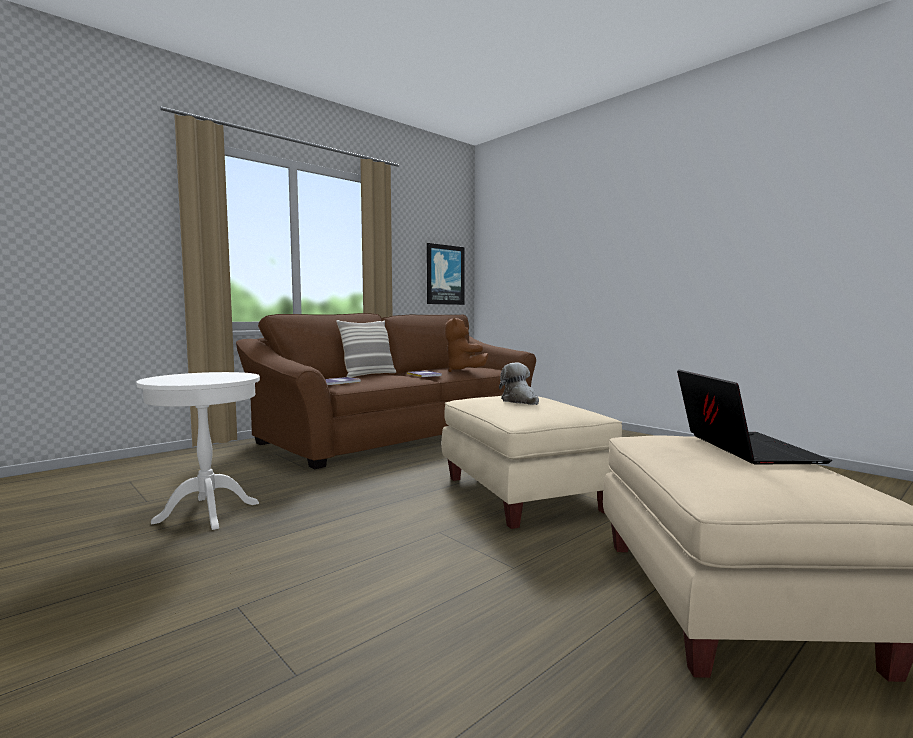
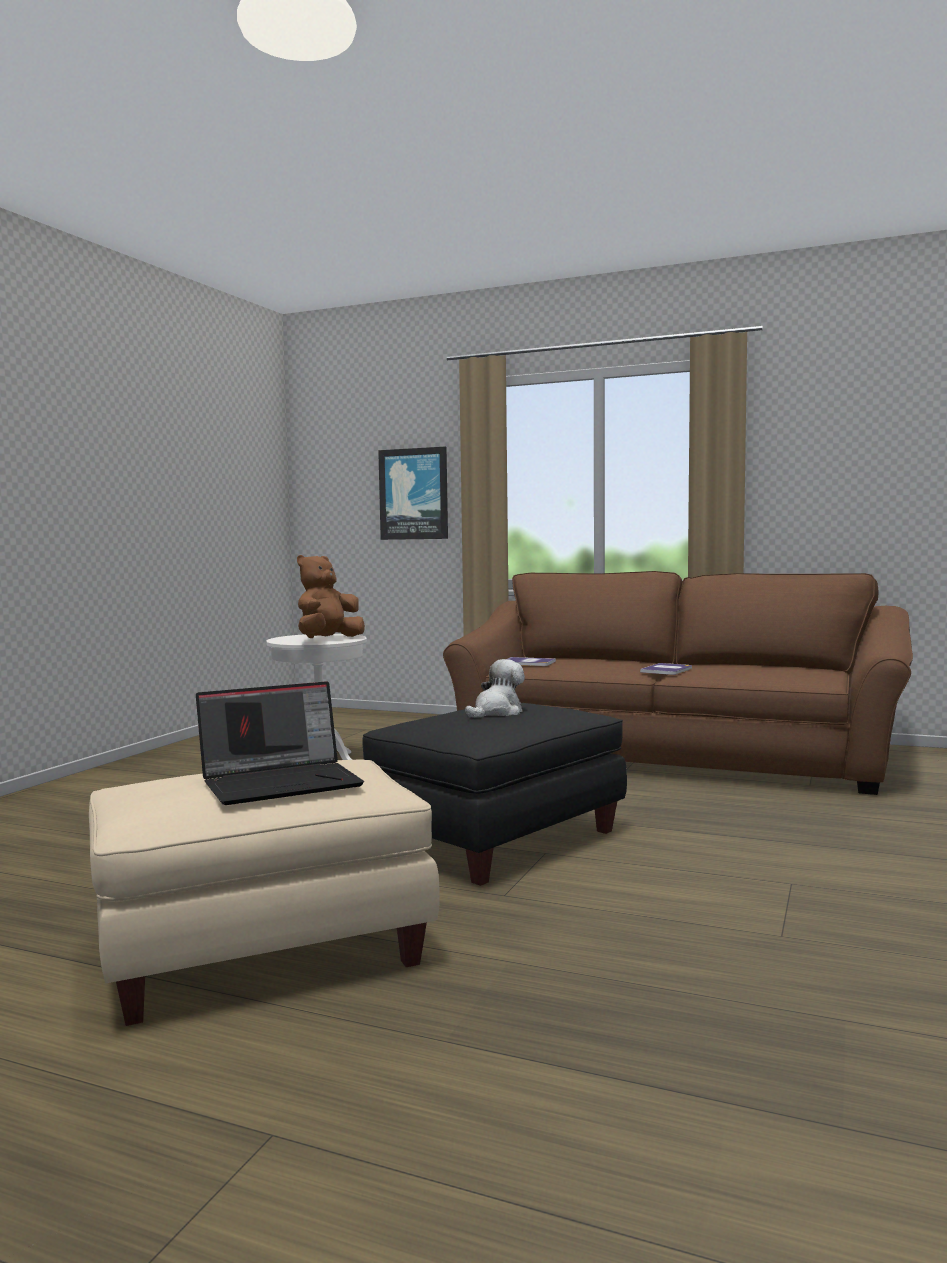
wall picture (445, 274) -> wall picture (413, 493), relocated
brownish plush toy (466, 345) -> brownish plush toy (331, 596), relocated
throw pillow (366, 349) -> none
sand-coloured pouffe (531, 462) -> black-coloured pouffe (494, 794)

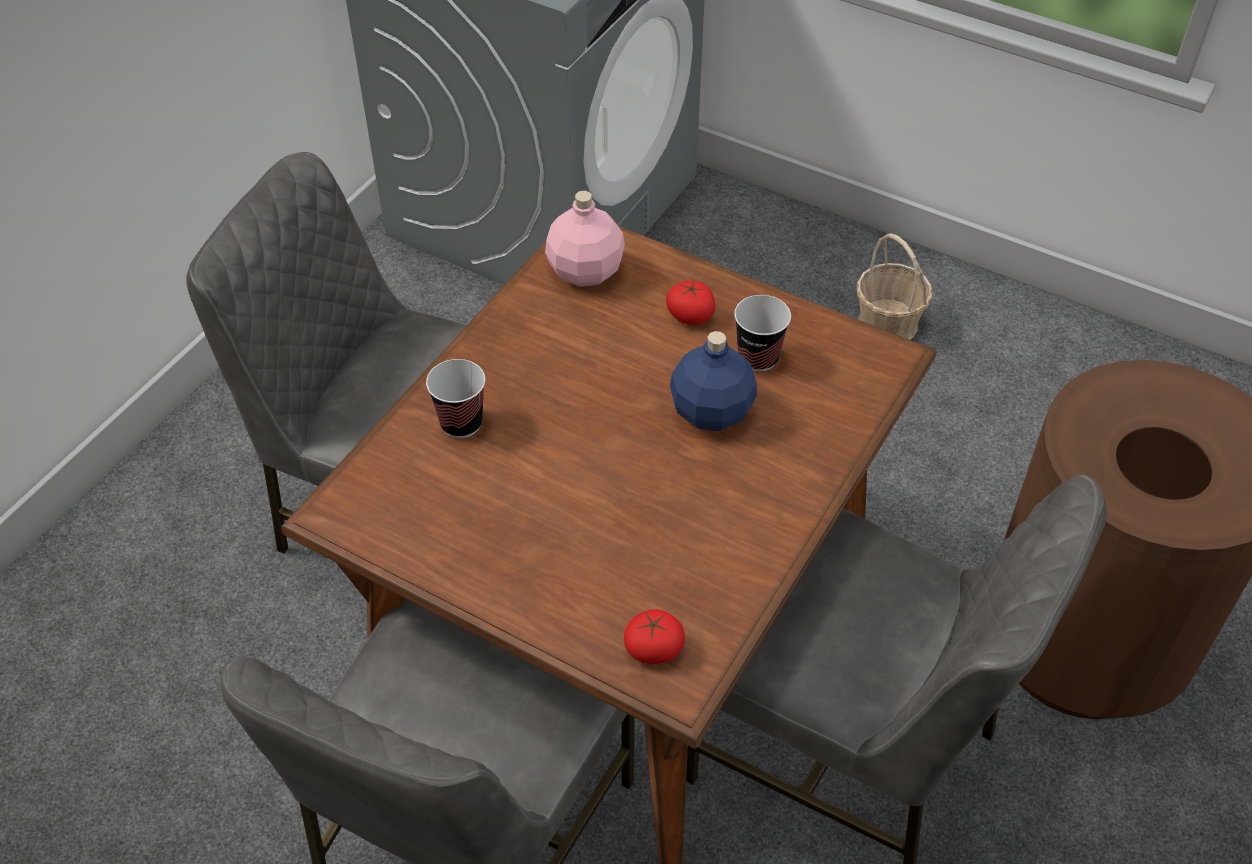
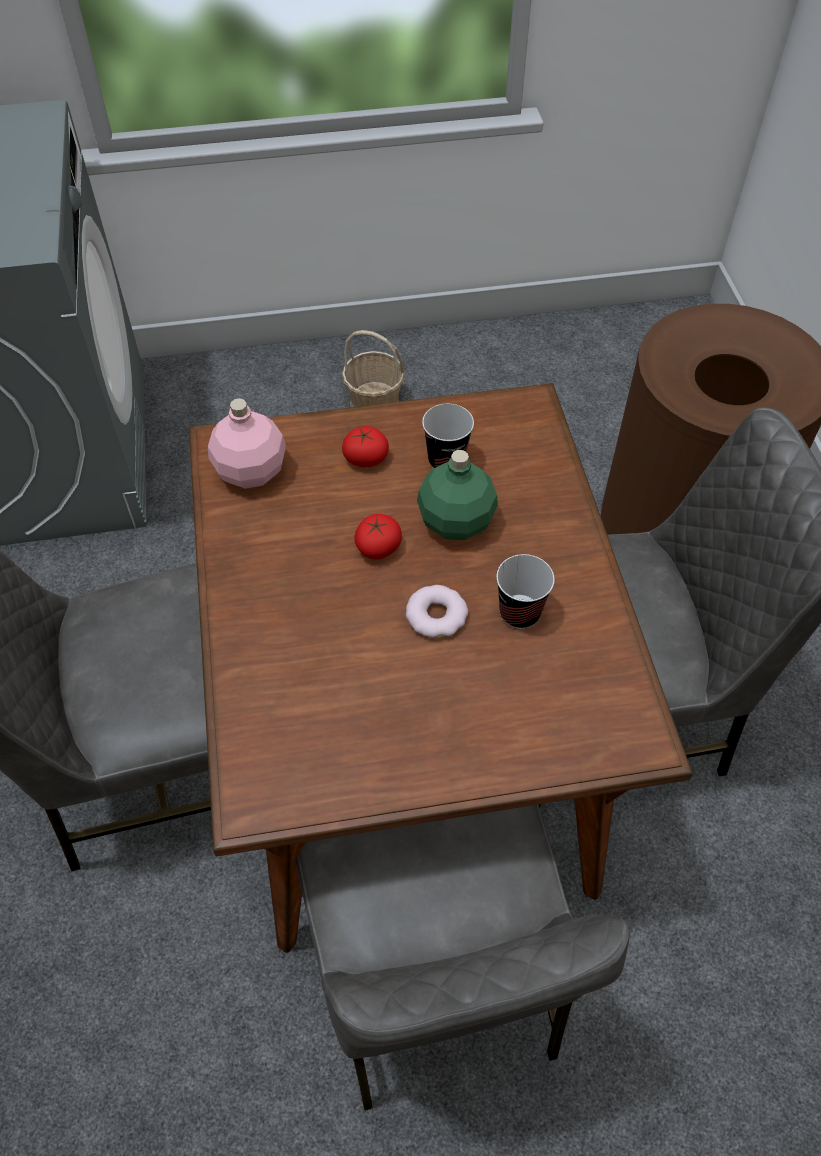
blue-coloured beverage bottle (713, 381) -> greenish beverage bottle (457, 495)
small cup (455, 398) -> small cup (525, 591), relocated
fresh tomato (654, 636) -> fresh tomato (378, 536), relocated
none -> doughnut (437, 611)

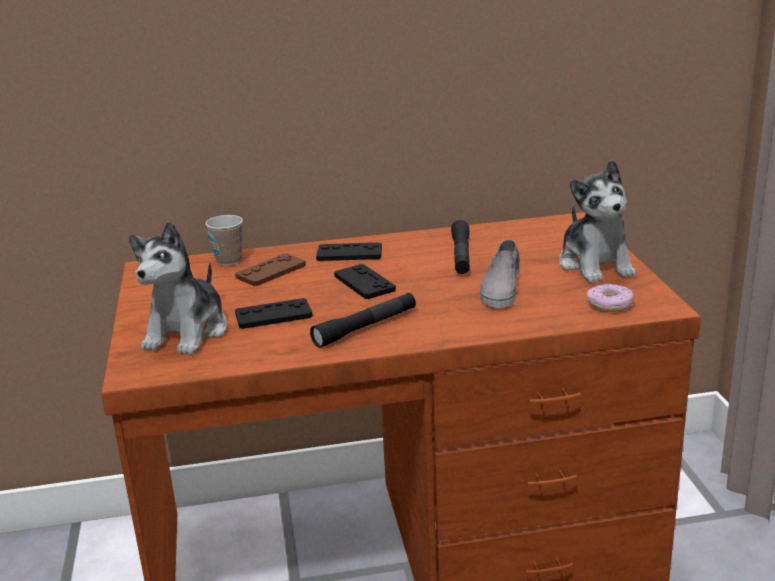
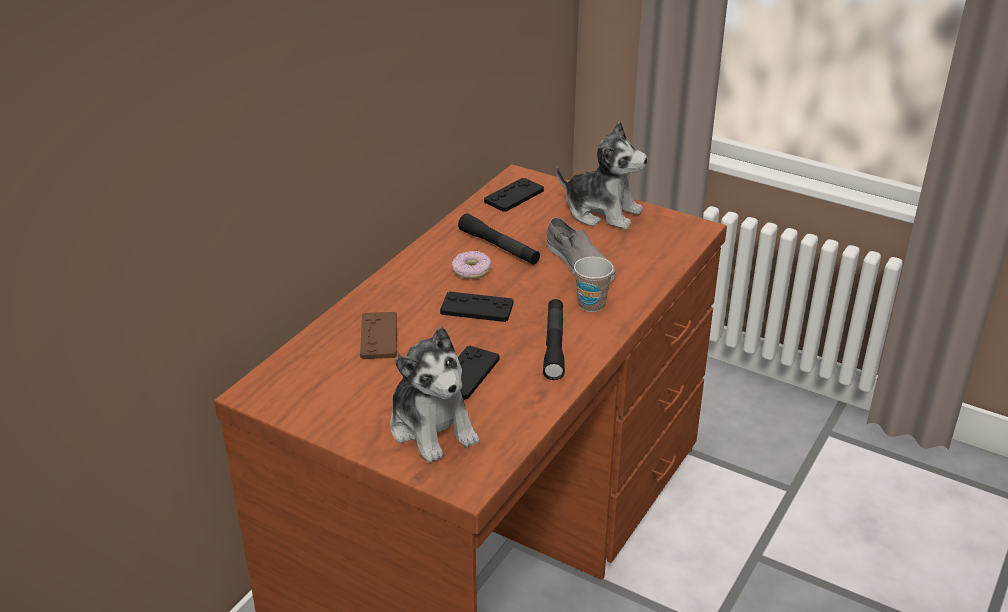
small cup (224, 240) -> small cup (594, 284), relocated
black-coloured gamepad (349, 251) -> black-coloured gamepad (514, 195), relocated
doughnut (610, 298) -> doughnut (471, 265), relocated

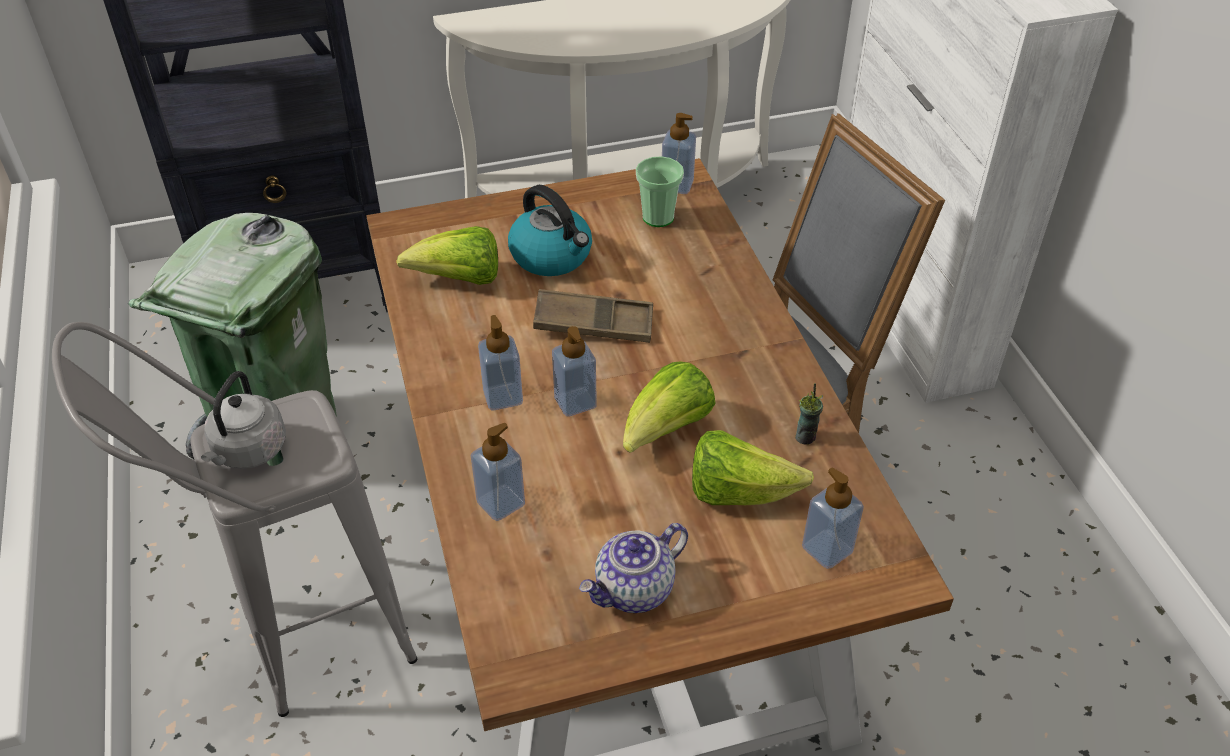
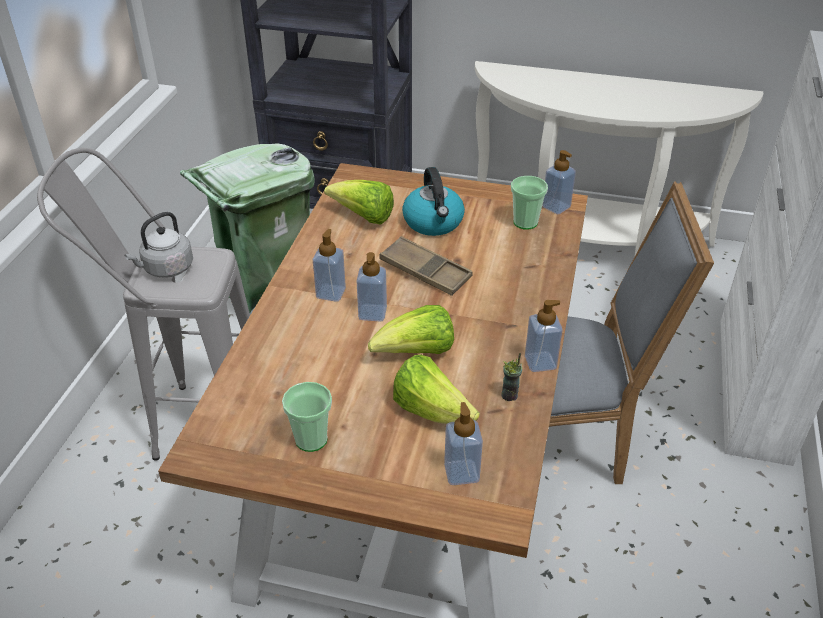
liquid soap bottle (498, 472) -> liquid soap bottle (544, 336), relocated
tea pot (633, 568) -> small cup (307, 417)

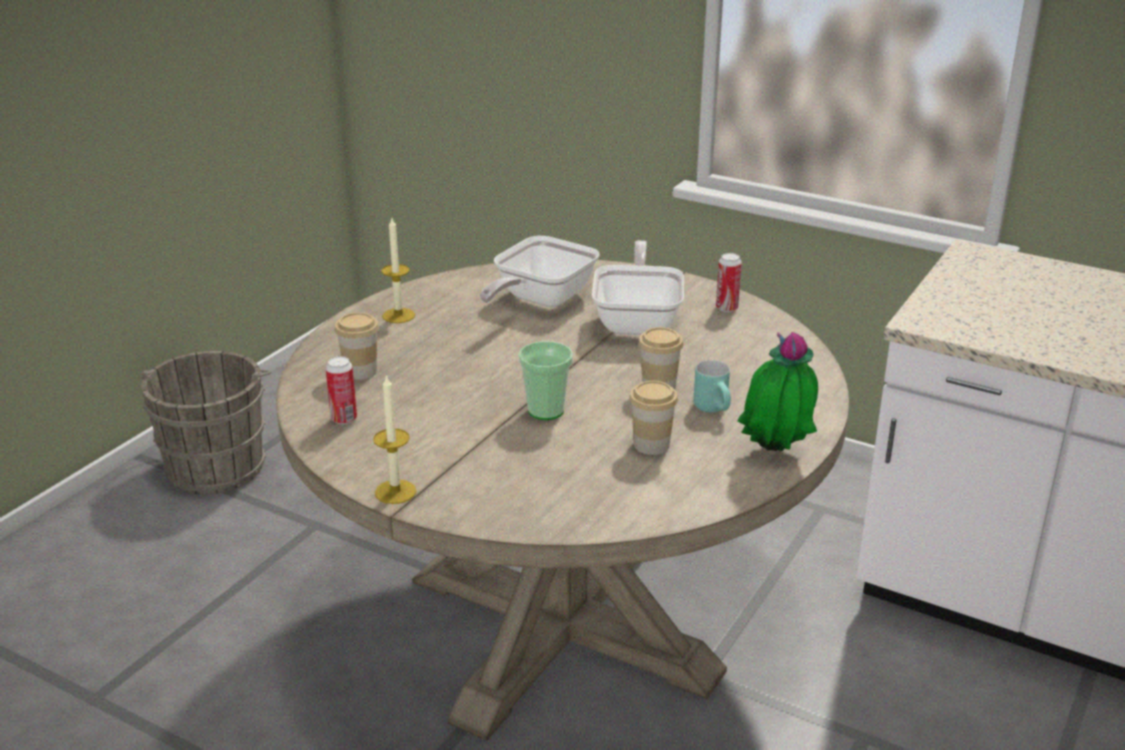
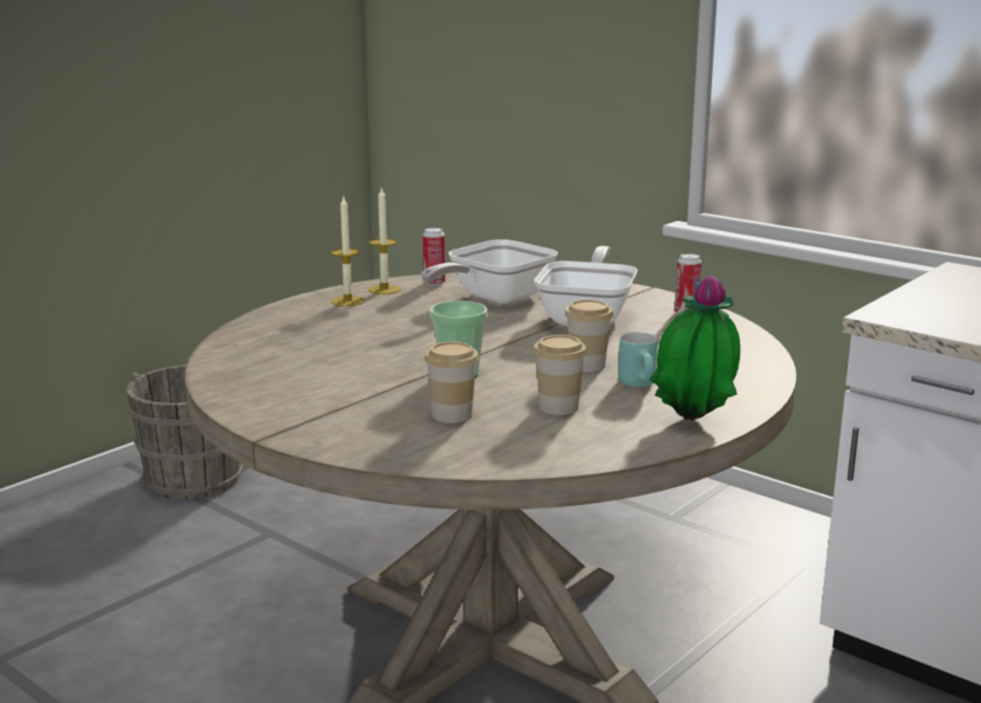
small cup (357, 346) -> small cup (452, 382), relocated
can (341, 390) -> can (434, 257), relocated
candle (394, 439) -> candle (385, 240), relocated

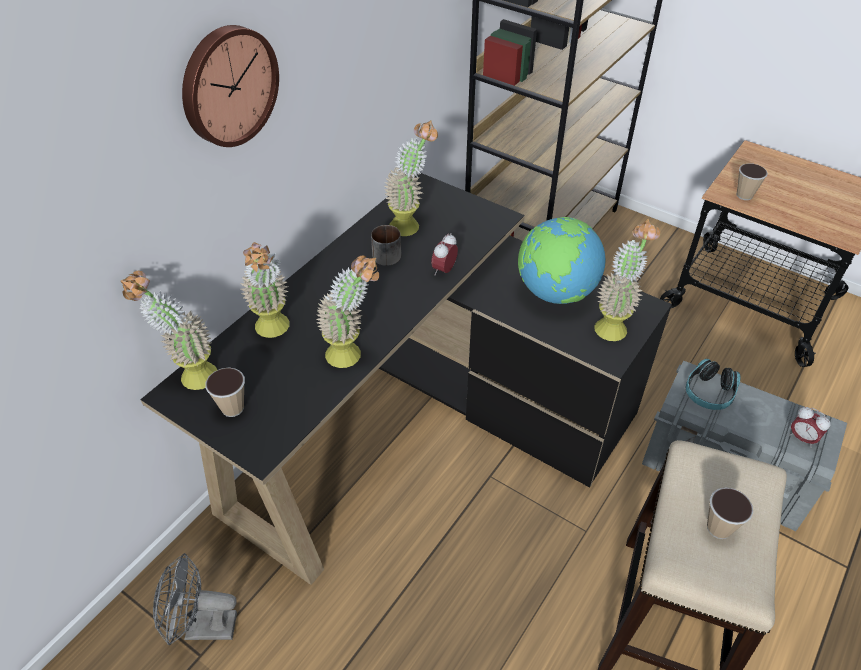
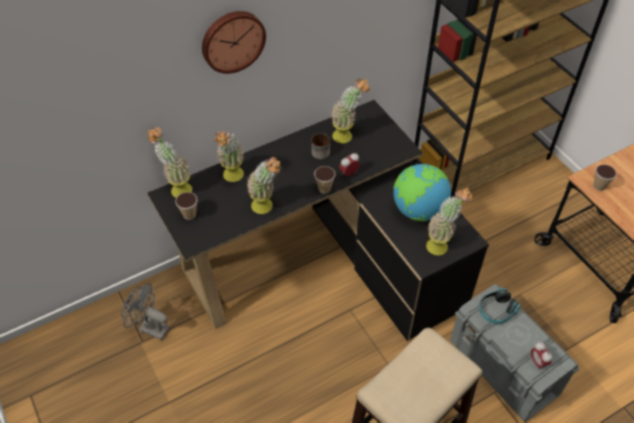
small cup (730, 513) -> small cup (325, 180), relocated

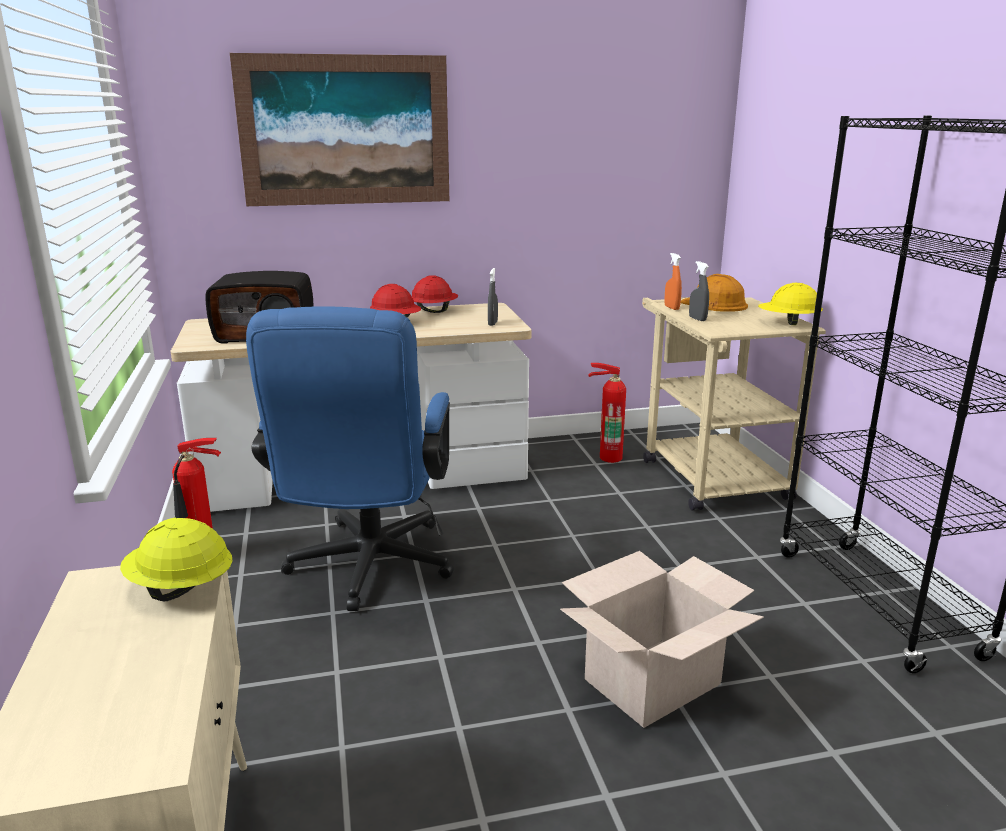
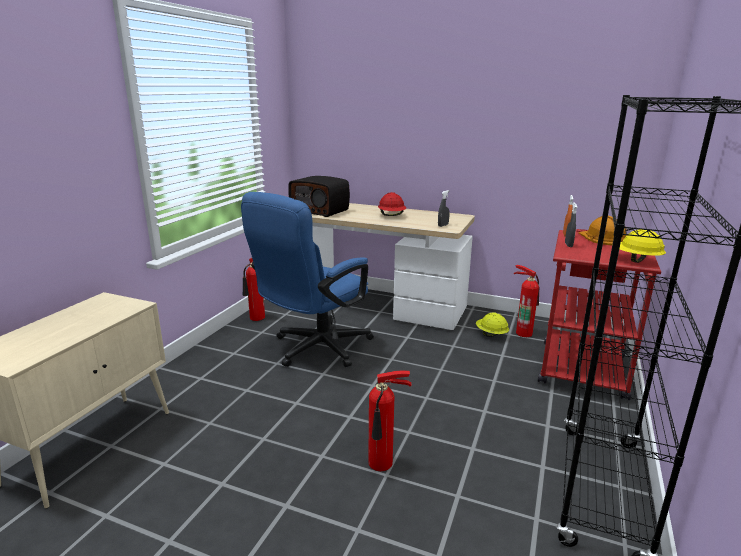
wall picture (339, 129) -> none
red-coloured work helmet (435, 294) -> none
sand-coloured wheeled cart (734, 404) -> red-coloured wheeled cart (599, 314)
yellowish work helmet (176, 559) -> yellowish work helmet (492, 324), relocated
cardboard box (662, 639) -> extinguisher (389, 421)

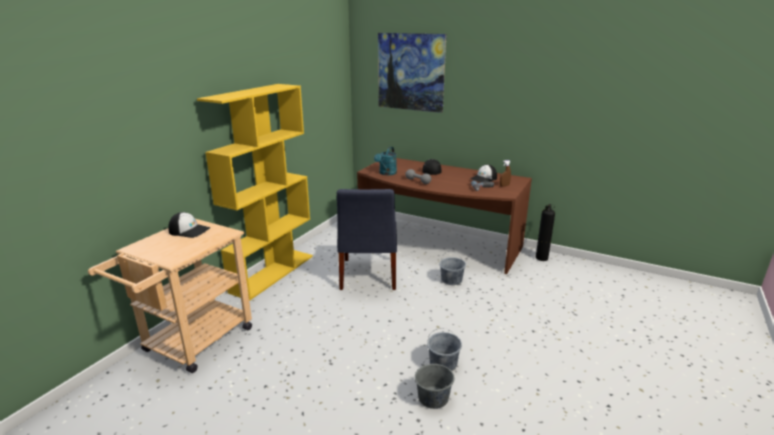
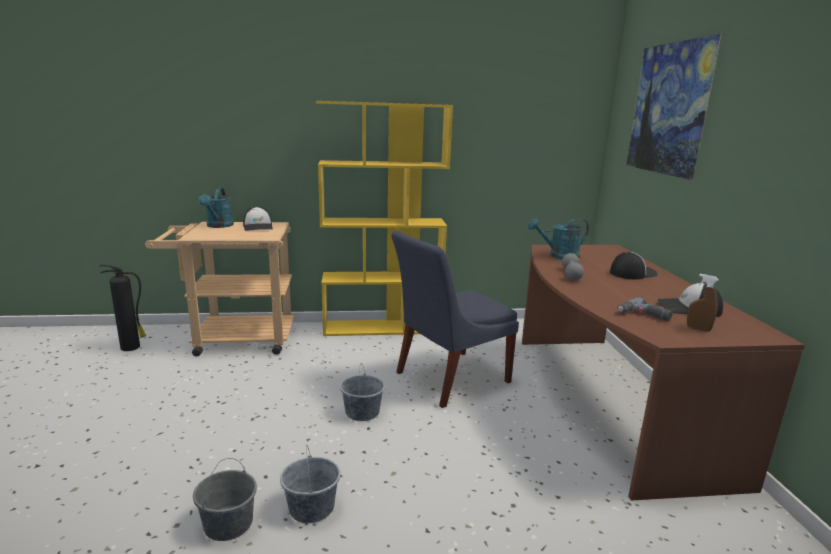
extinguisher (545, 232) -> extinguisher (122, 307), relocated
grey bucket (452, 268) -> grey bucket (362, 392), relocated
none -> blue-green watering pot (216, 208)

